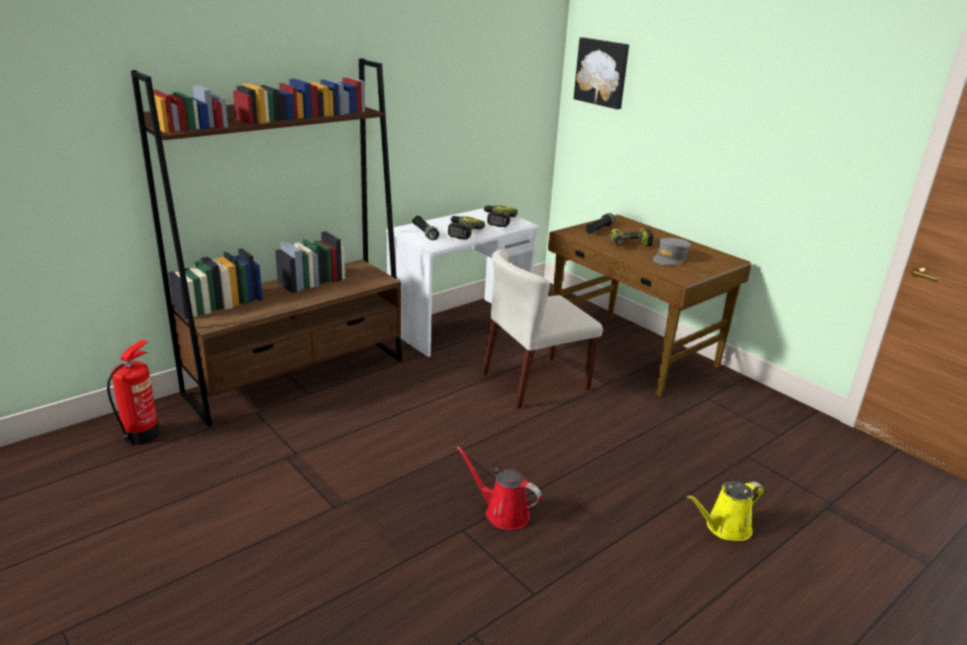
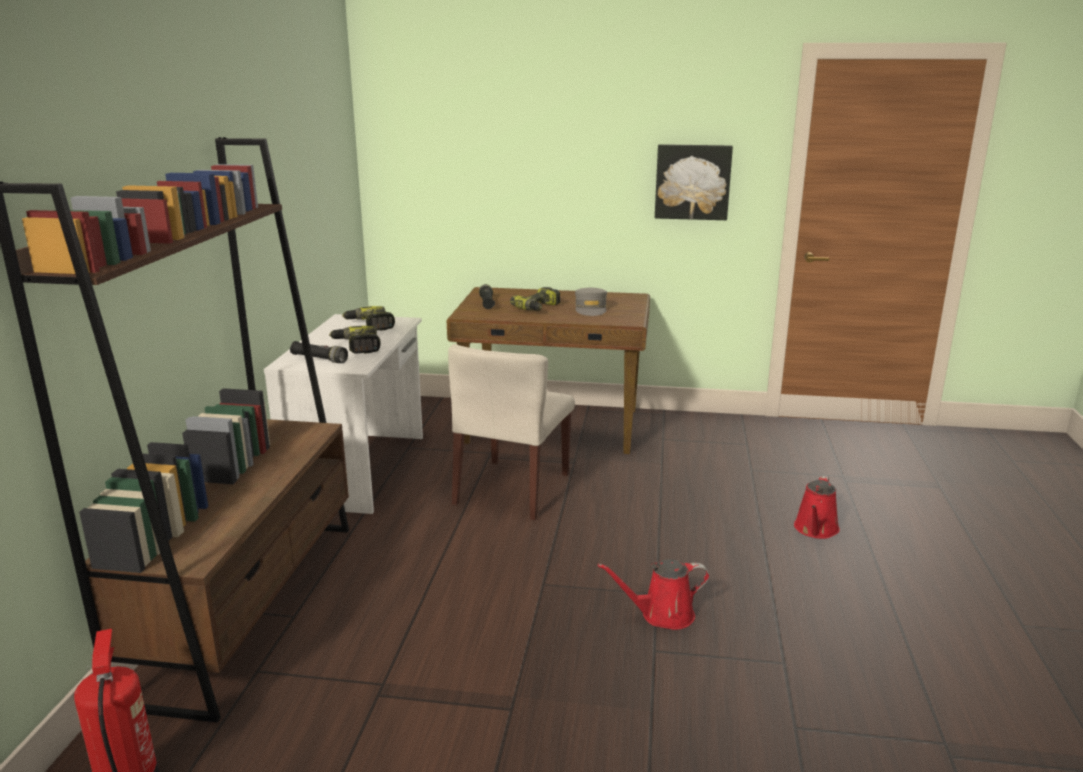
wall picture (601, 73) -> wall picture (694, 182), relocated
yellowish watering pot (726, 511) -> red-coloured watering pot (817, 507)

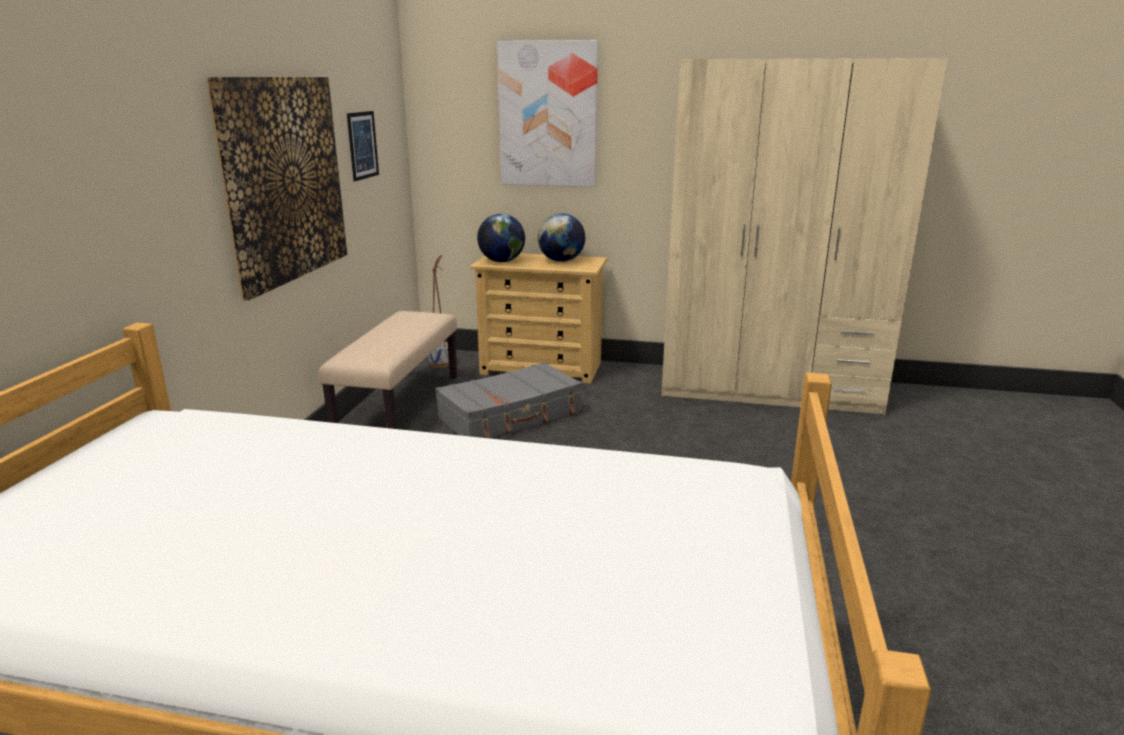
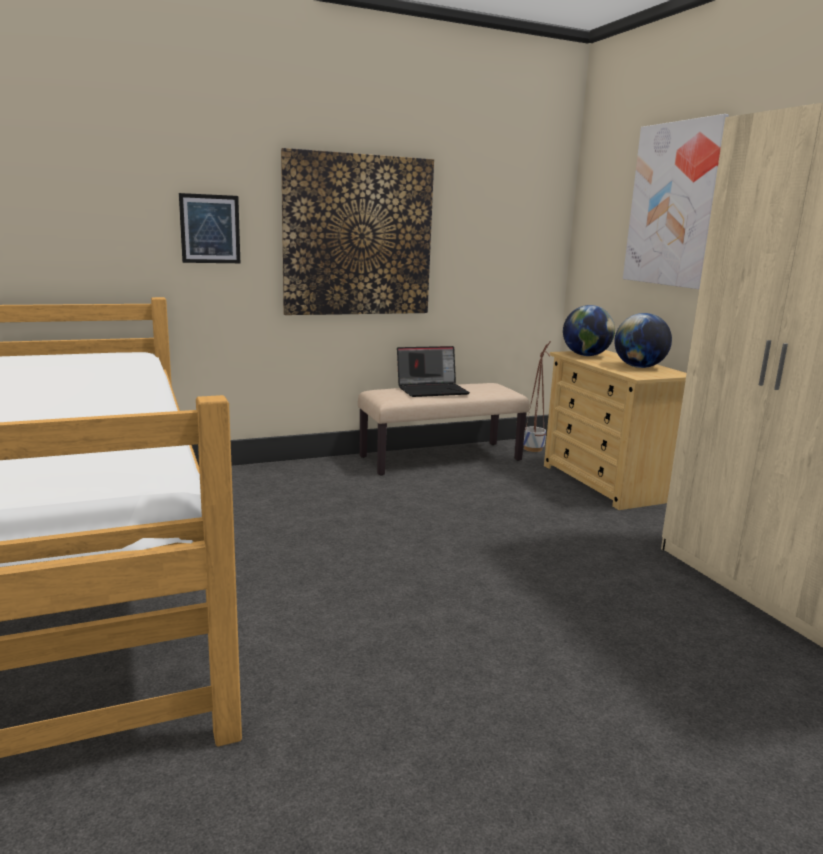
wall picture (363, 146) -> wall picture (209, 228), relocated
grey travel case (509, 400) -> none
none -> laptop (433, 371)

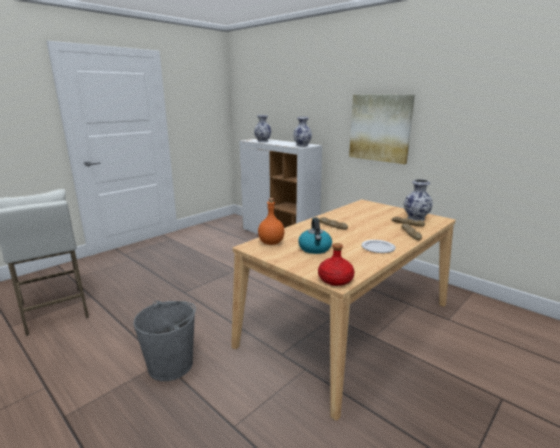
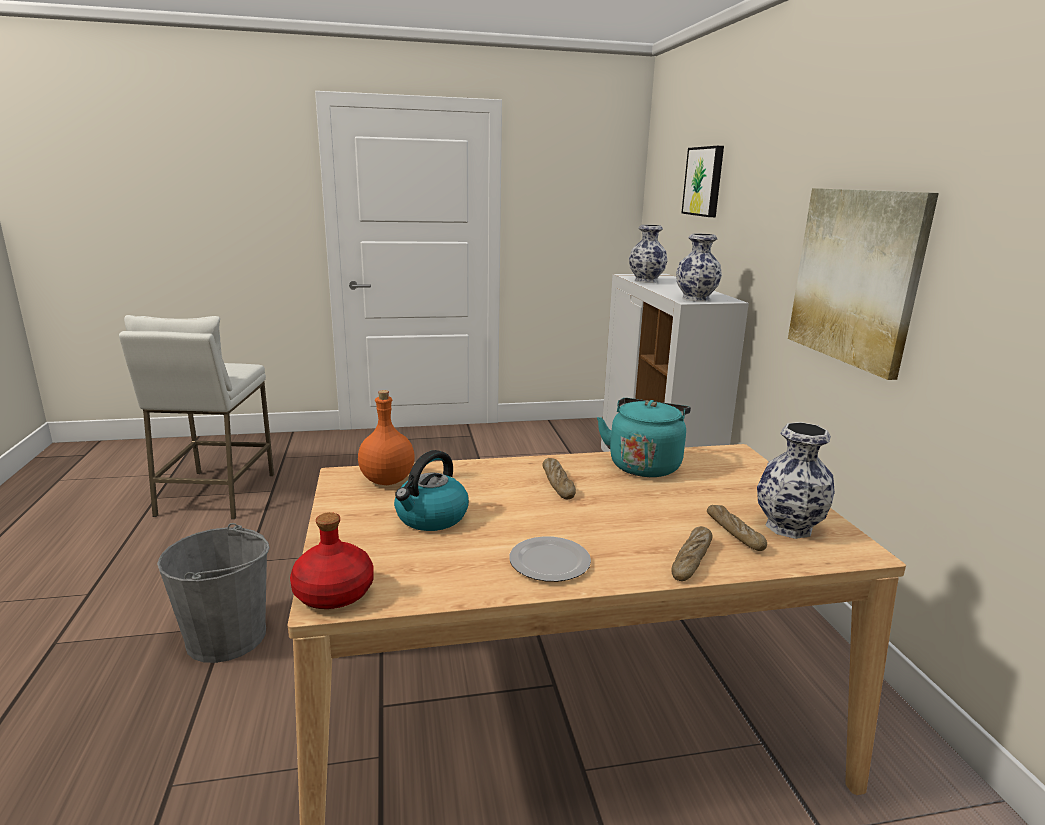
none -> wall picture (702, 181)
none -> blue-green kettle (644, 437)

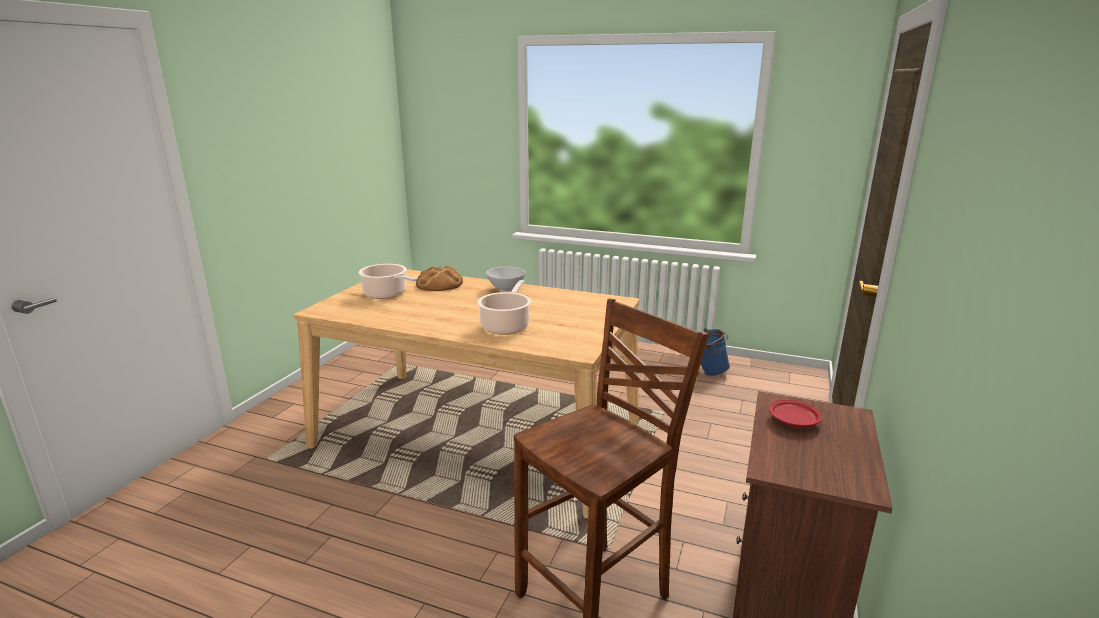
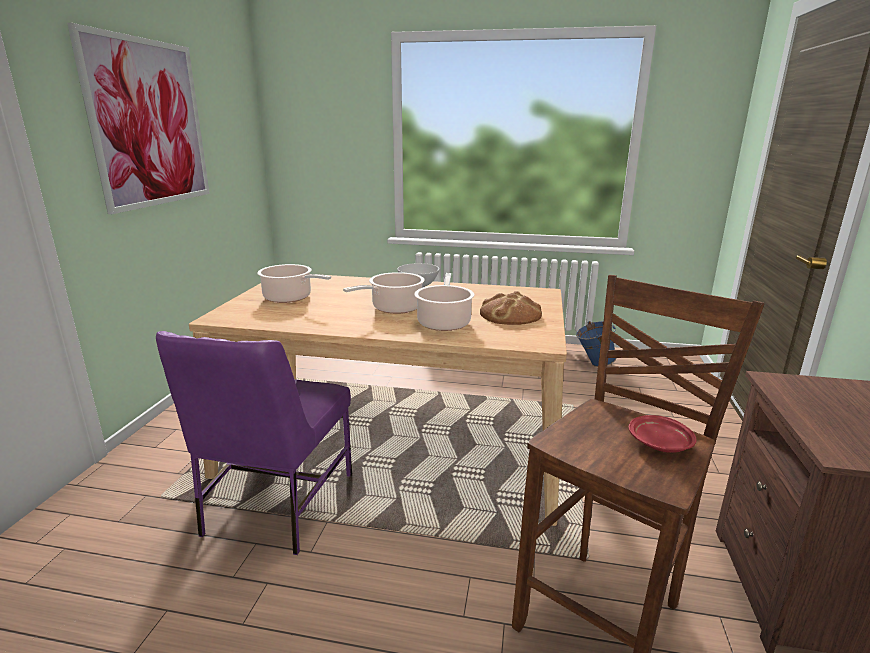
bread (439, 278) -> bread (511, 308), relocated
red-coloured dinner plate (795, 414) -> red-coloured dinner plate (663, 434), relocated
none -> wall picture (138, 118)
none -> cooking pot (384, 293)
none -> purple-coloured plain chair (254, 443)

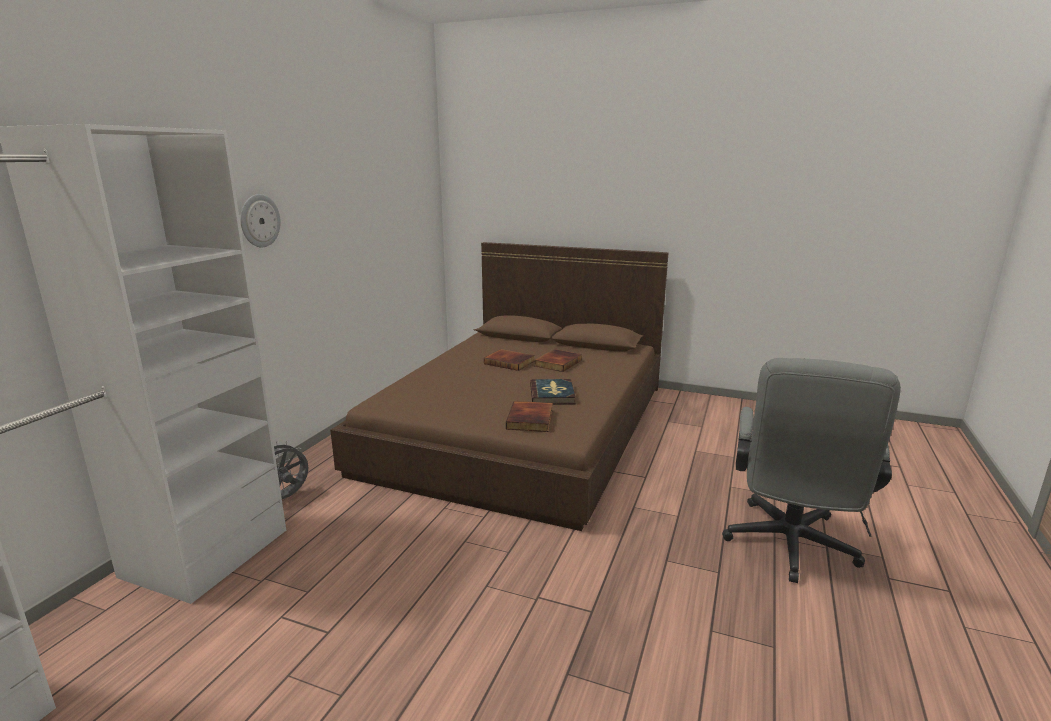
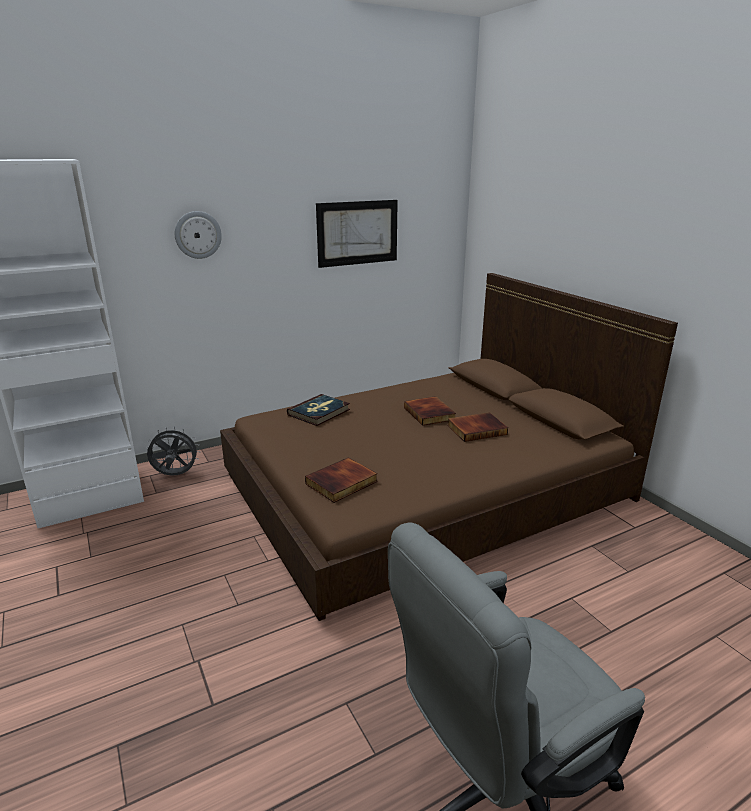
book (553, 392) -> book (318, 410), relocated
none -> wall picture (357, 234)

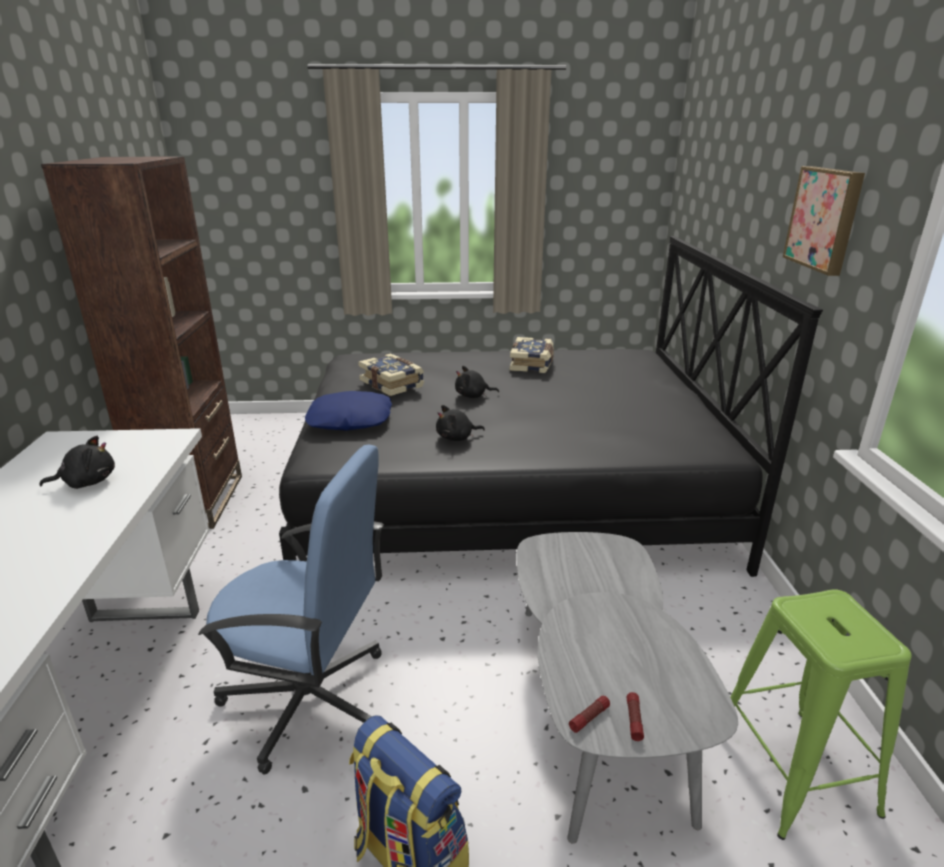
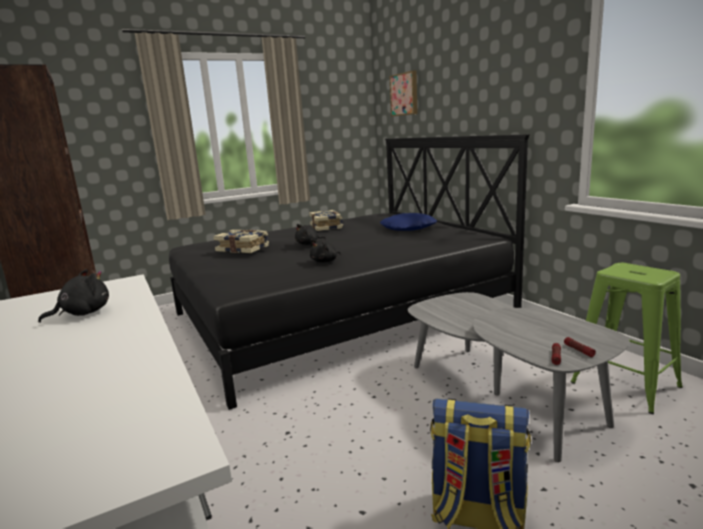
wall picture (824, 221) -> wall picture (403, 94), relocated
blue-coloured throw pillow (348, 411) -> blue-coloured throw pillow (408, 222), relocated
blue-coloured computer chair (291, 610) -> none

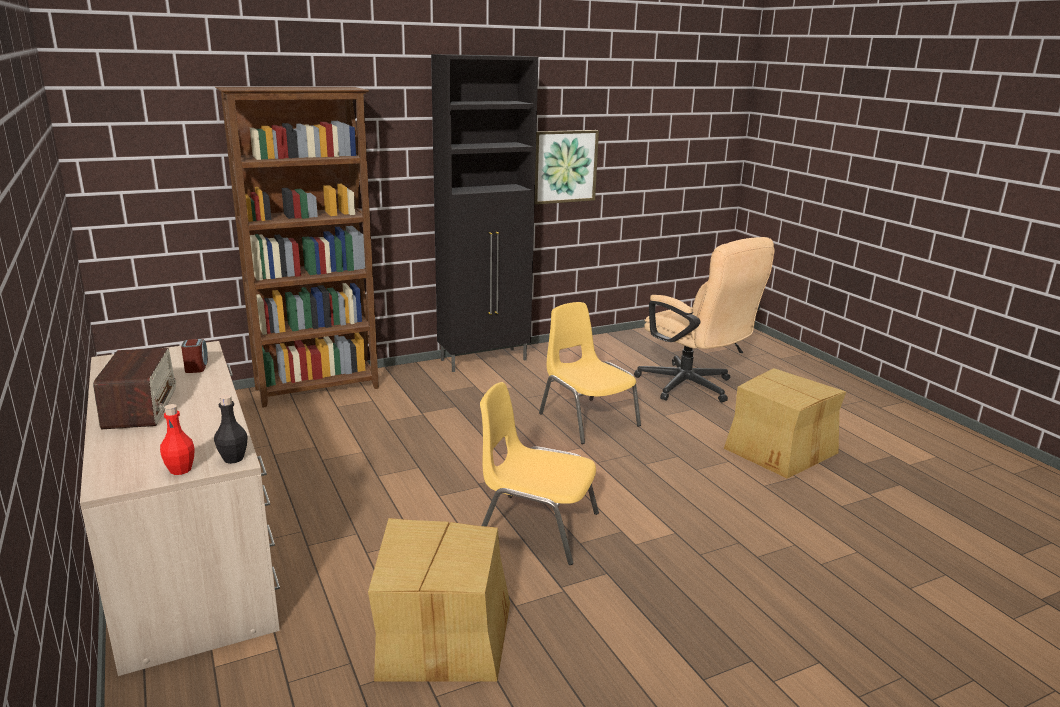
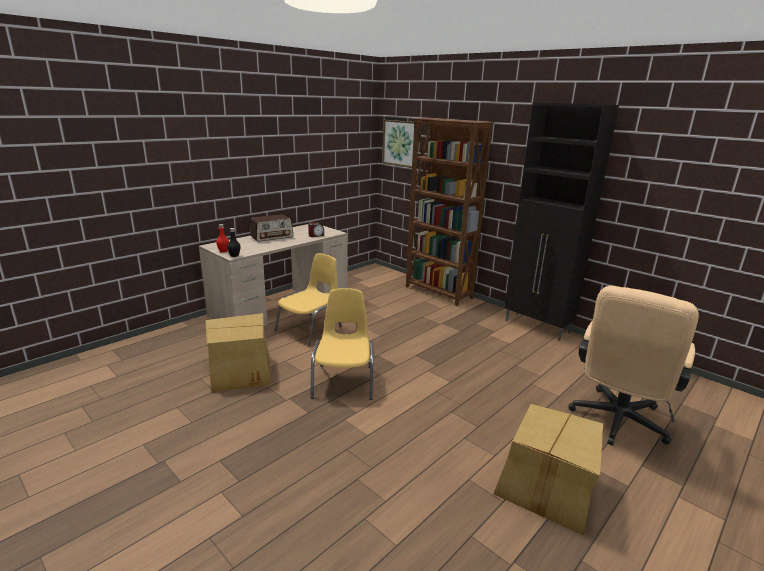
wall picture (566, 167) -> wall picture (398, 144), relocated
yellowish plain chair (590, 373) -> yellowish plain chair (308, 299), relocated

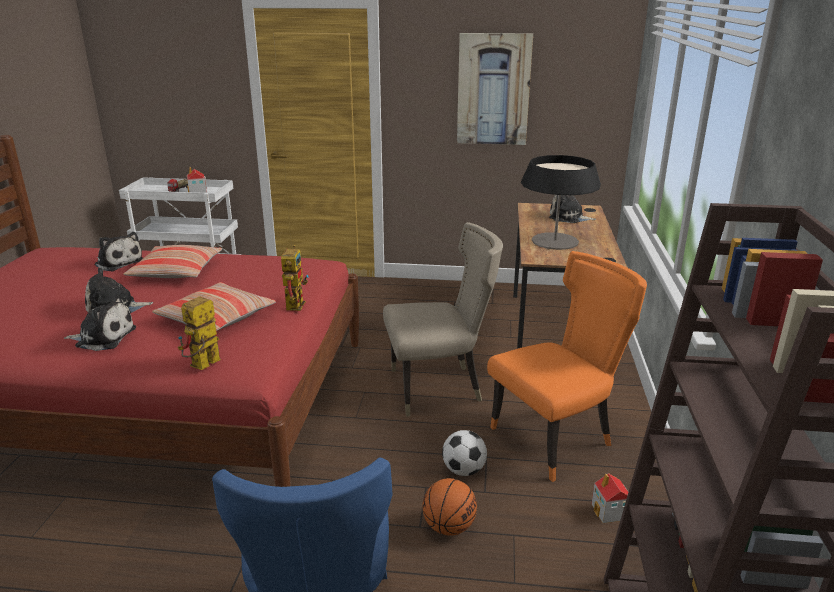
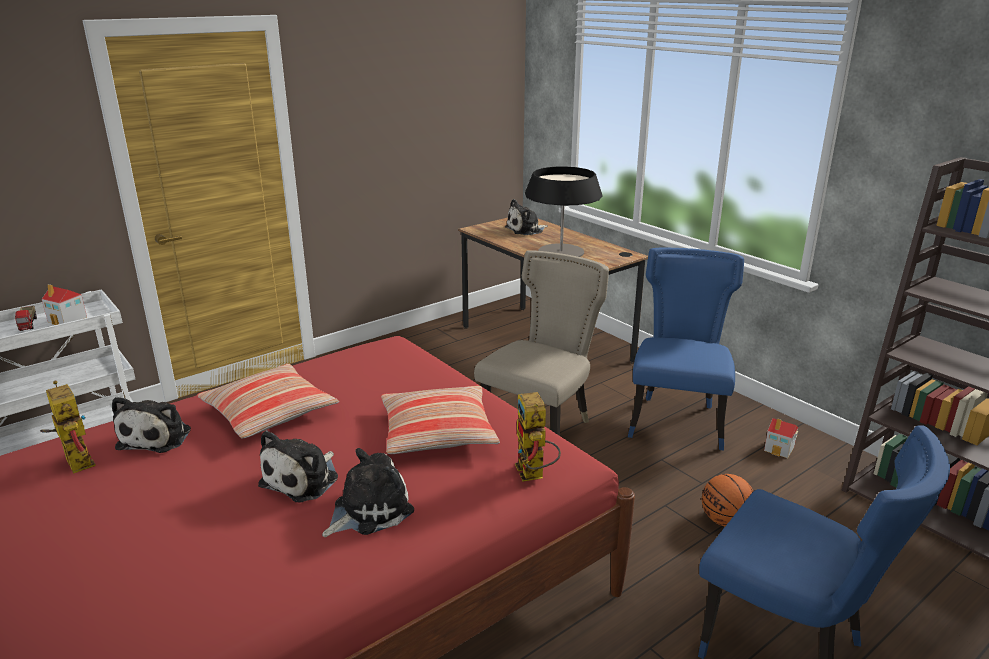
wall picture (495, 89) -> none
plush toy (119, 251) -> plush toy (151, 425), 105 degrees clockwise
robot figure (295, 278) -> robot figure (68, 427), relocated
orange plain chair (567, 366) -> blue-coloured plain chair (686, 349)
ball for football (464, 453) -> none

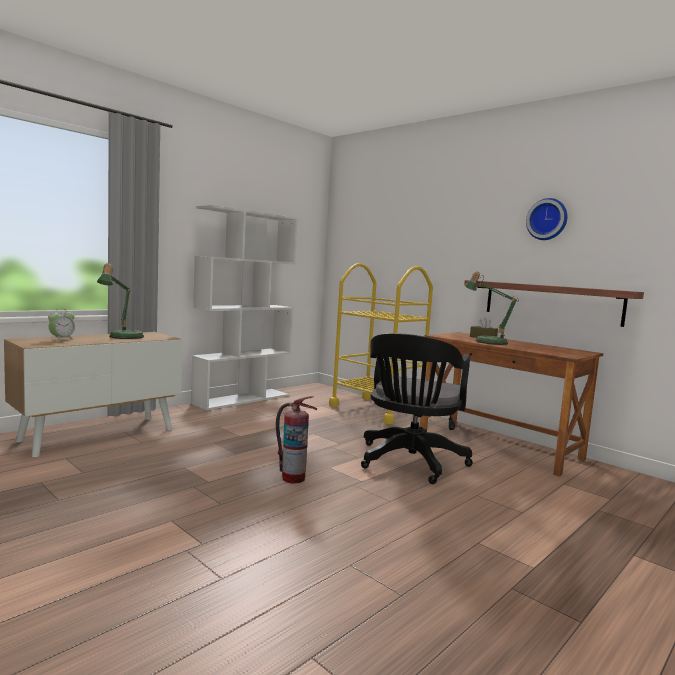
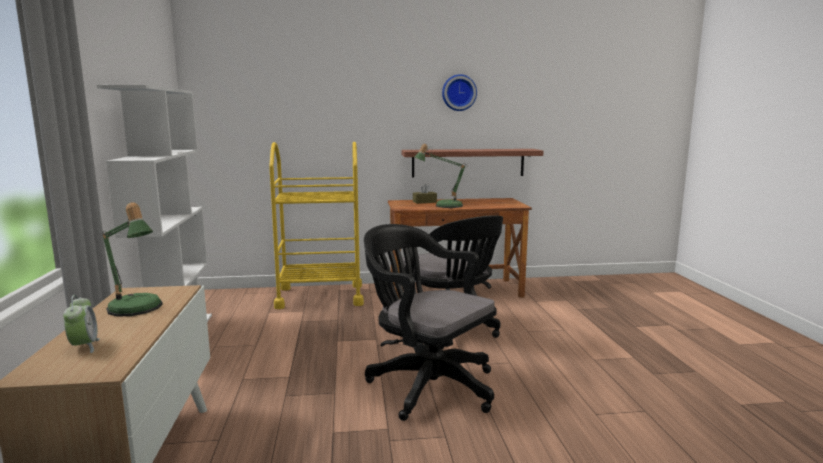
extinguisher (296, 440) -> black-coloured computer chair (430, 322)

